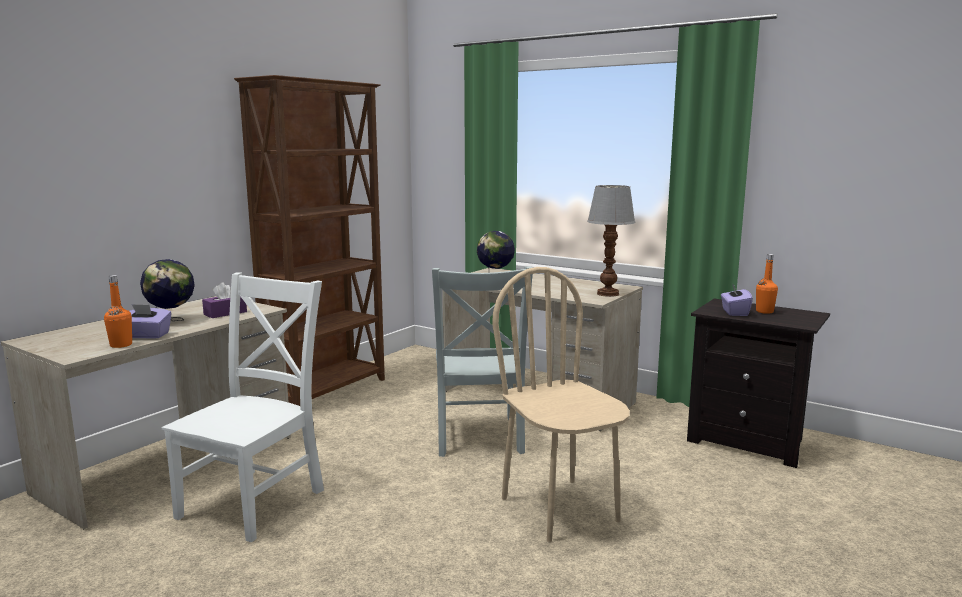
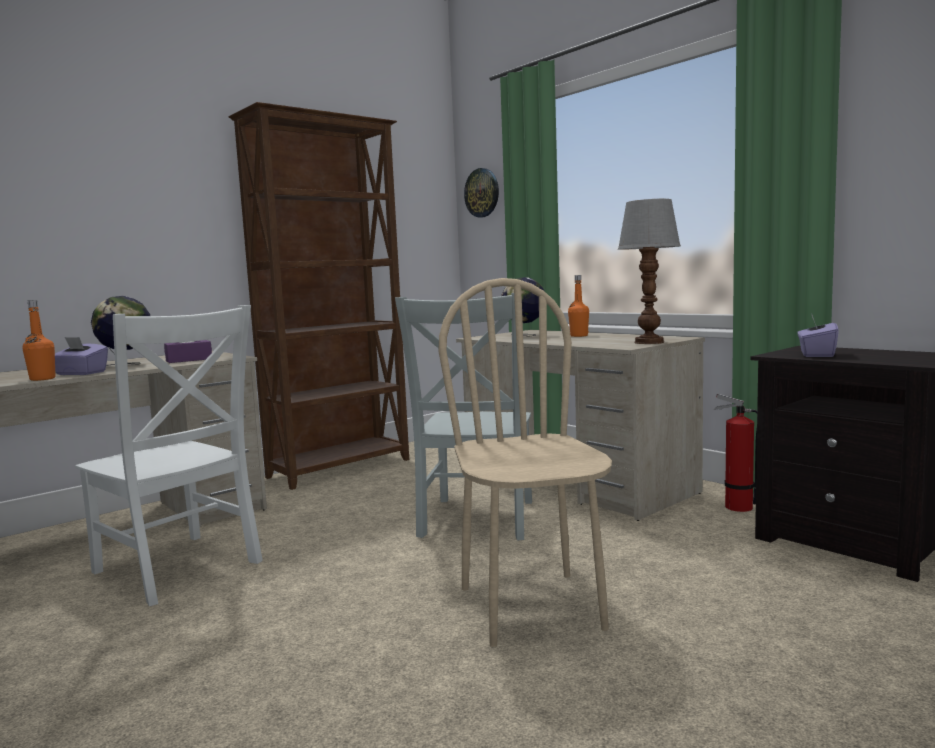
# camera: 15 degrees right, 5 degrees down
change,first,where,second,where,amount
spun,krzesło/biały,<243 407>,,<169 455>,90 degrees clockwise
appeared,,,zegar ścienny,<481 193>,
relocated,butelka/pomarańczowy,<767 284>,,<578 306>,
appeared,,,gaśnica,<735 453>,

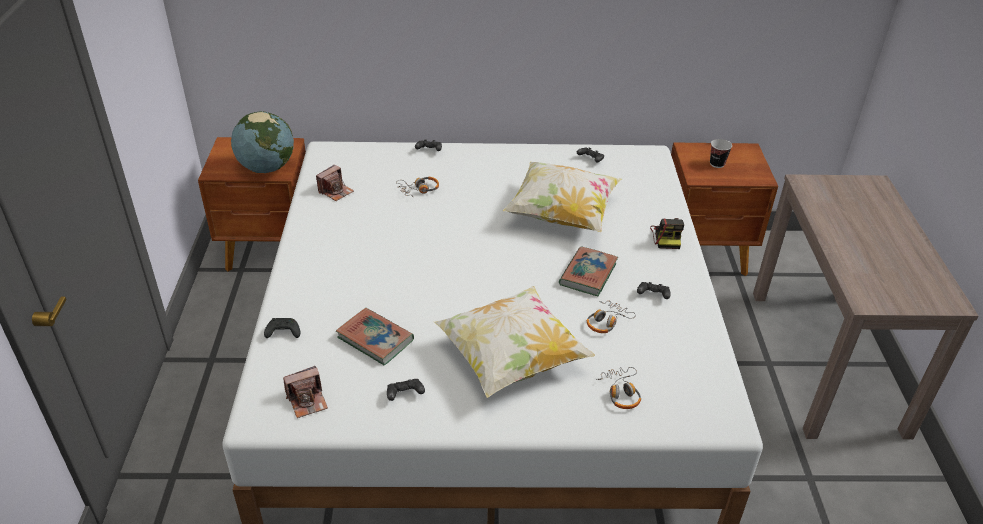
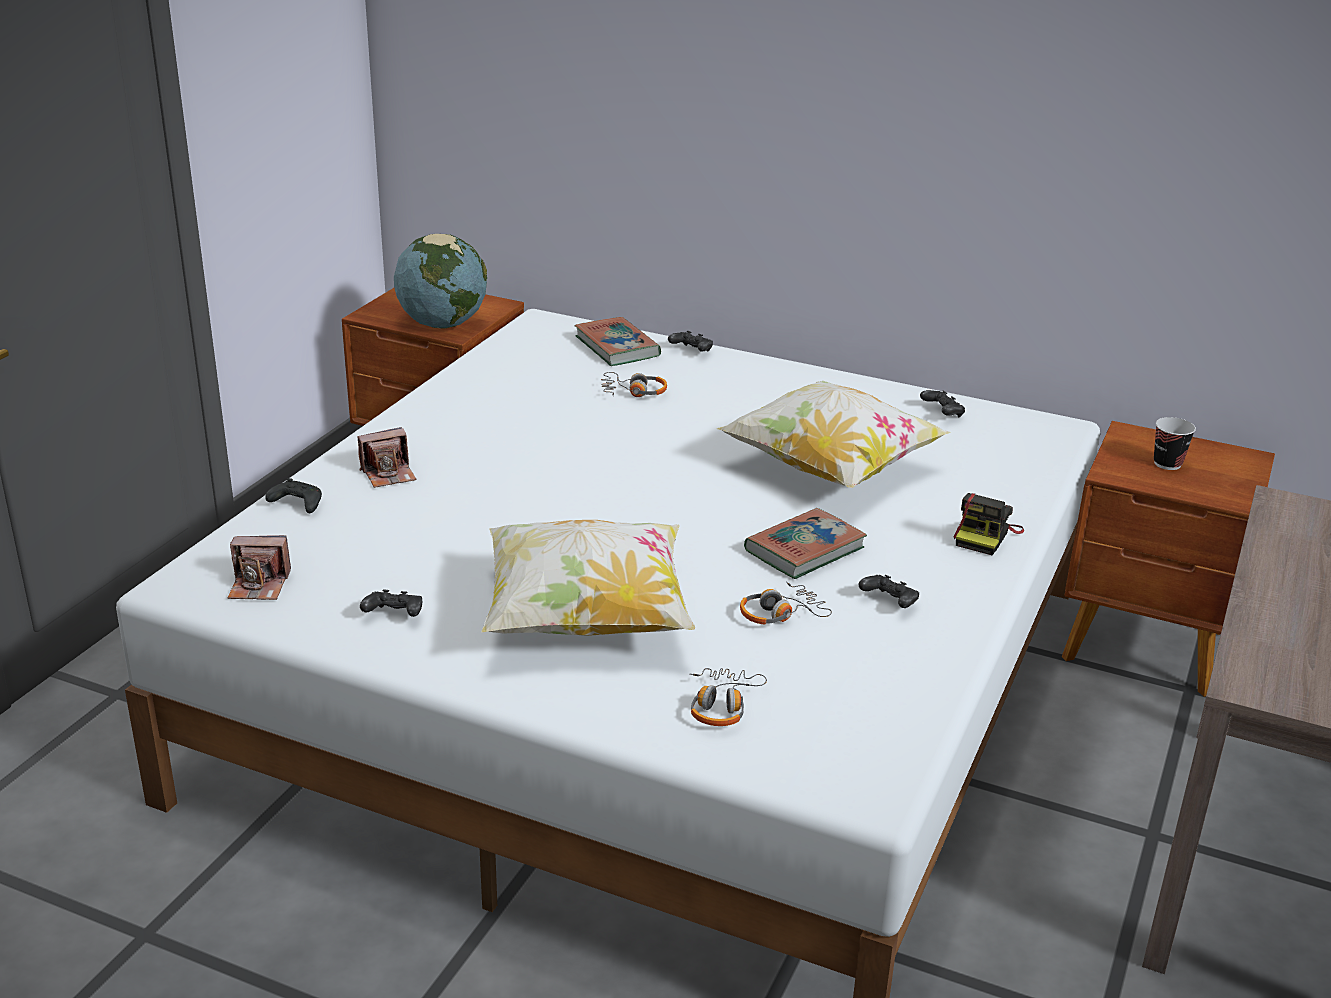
# camera: 25 degrees right, 10 degrees down
change,first,where,second,where,amount
relocated,aparat fotograficzny,<335 183>,,<387 457>,
relocated,książka,<375 337>,,<618 341>,

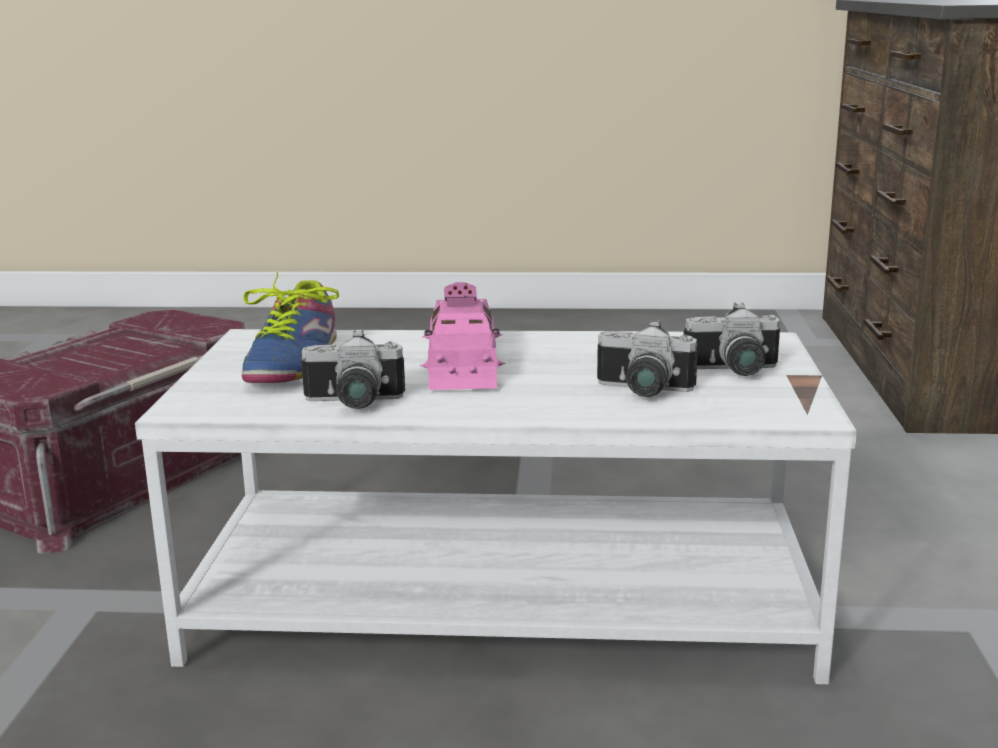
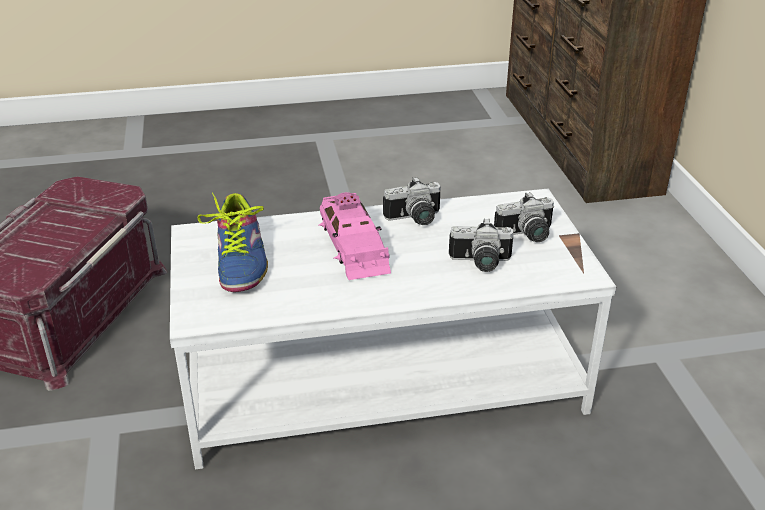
# camera: 15 degrees left, 15 degrees up
change,first,where,second,where,amount
relocated,aparat fotograficzny,<353 369>,,<412 201>,

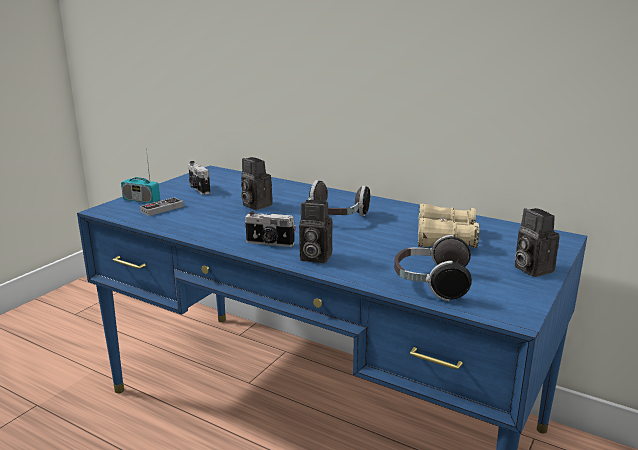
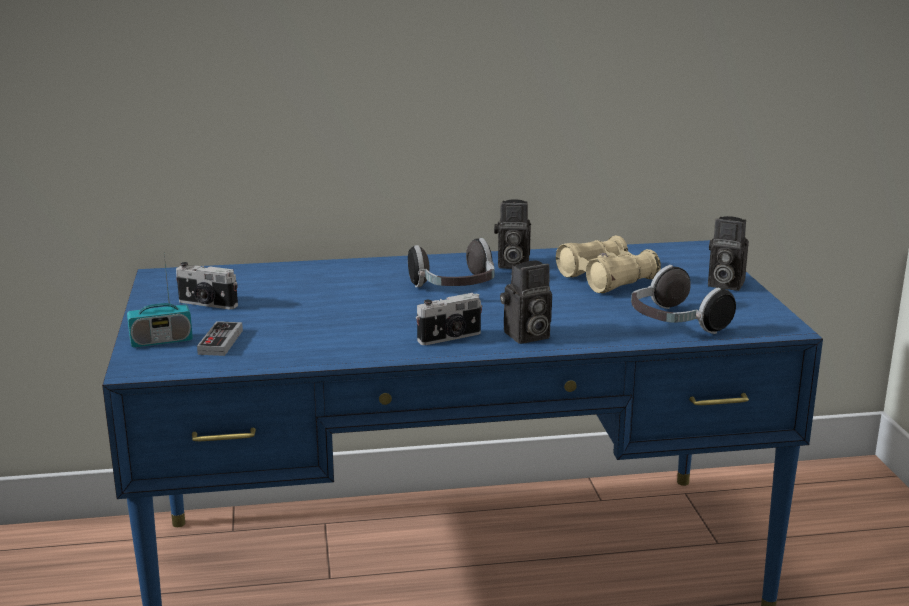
# camera: 40 degrees left, 0 degrees up
change,first,where,second,where,amount
relocated,aparat fotograficzny,<257 183>,,<512 234>,

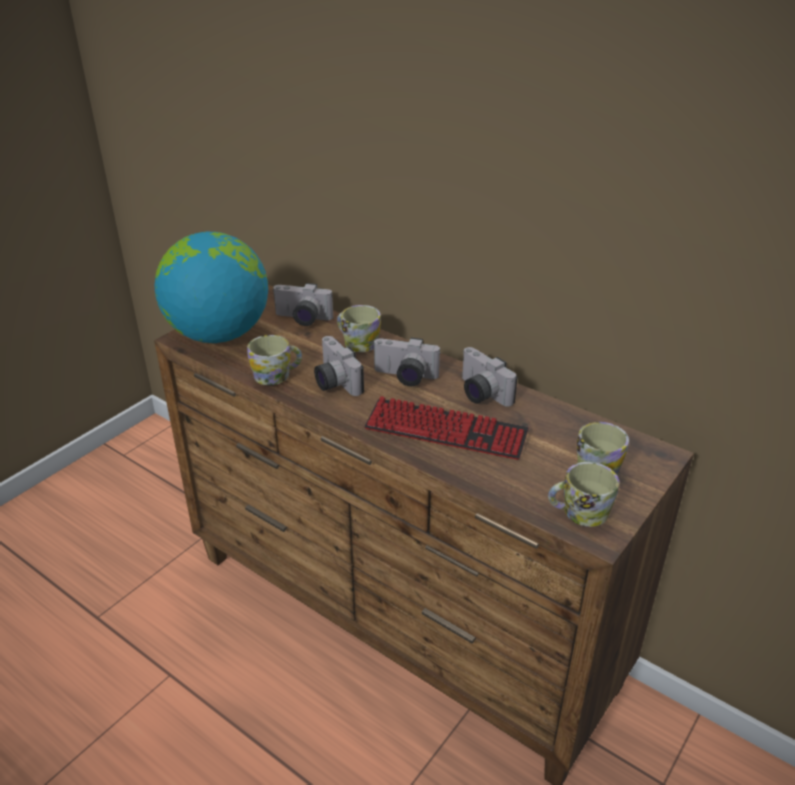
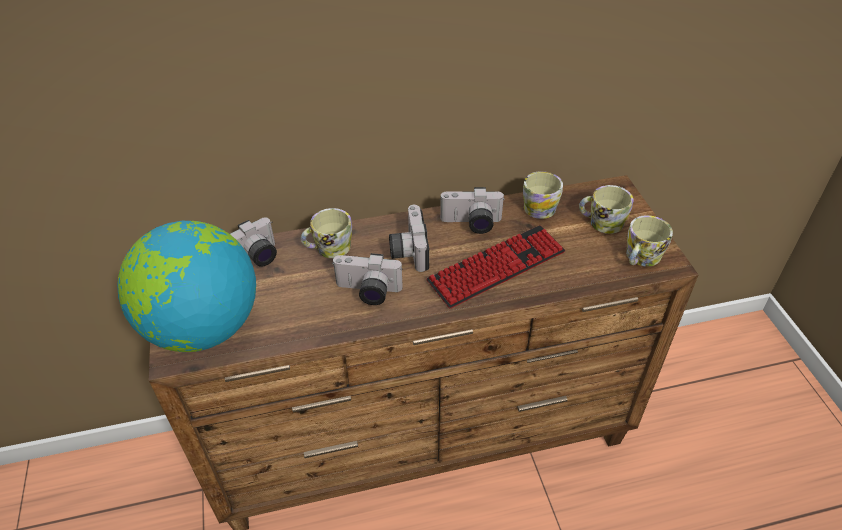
# camera: 50 degrees left, 10 degrees up
change,first,where,second,where,amount
spun,aparat fotograficzny,<406 362>,,<409 238>,120 degrees clockwise
relocated,kubek,<274 360>,,<543 195>,

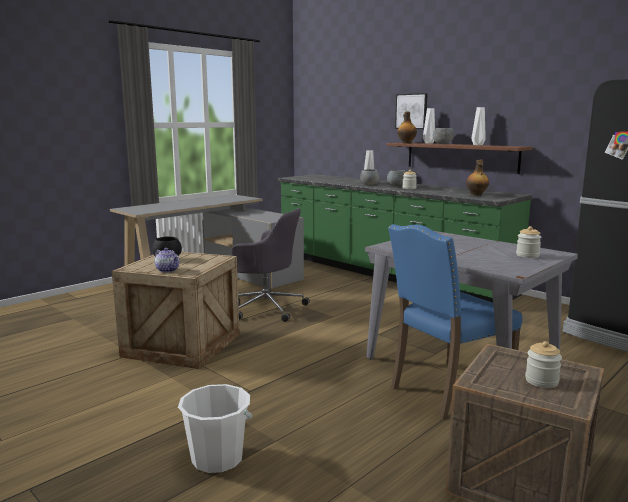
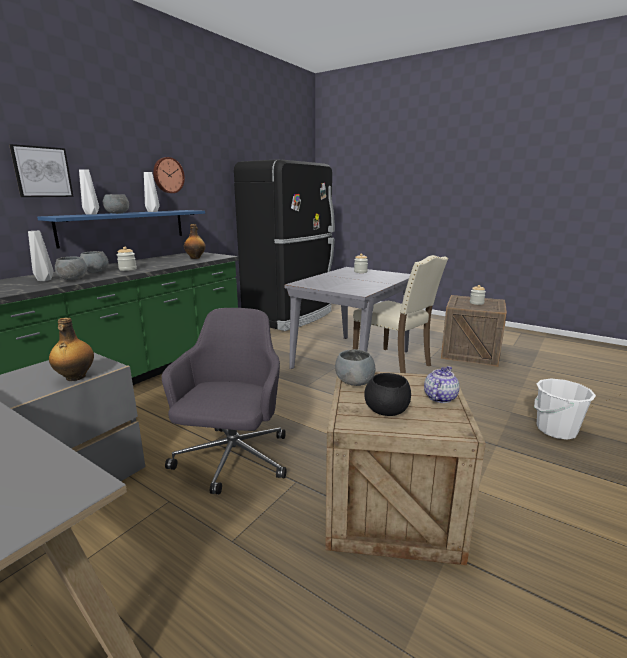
# camera: 100 degrees left, 5 degrees up
change,first,where,second,where,amount
colour,półka/brązowy,<459 158>,półka/niebieski,<121 229>,
relocated,butelka,<407 127>,,<71 349>,
appeared,,,zegar ścienny,<169 175>,
appeared,,,miska/szary,<355 367>,
colour,krzesło/niebieski,<455 321>,krzesło/beżowy,<400 314>,

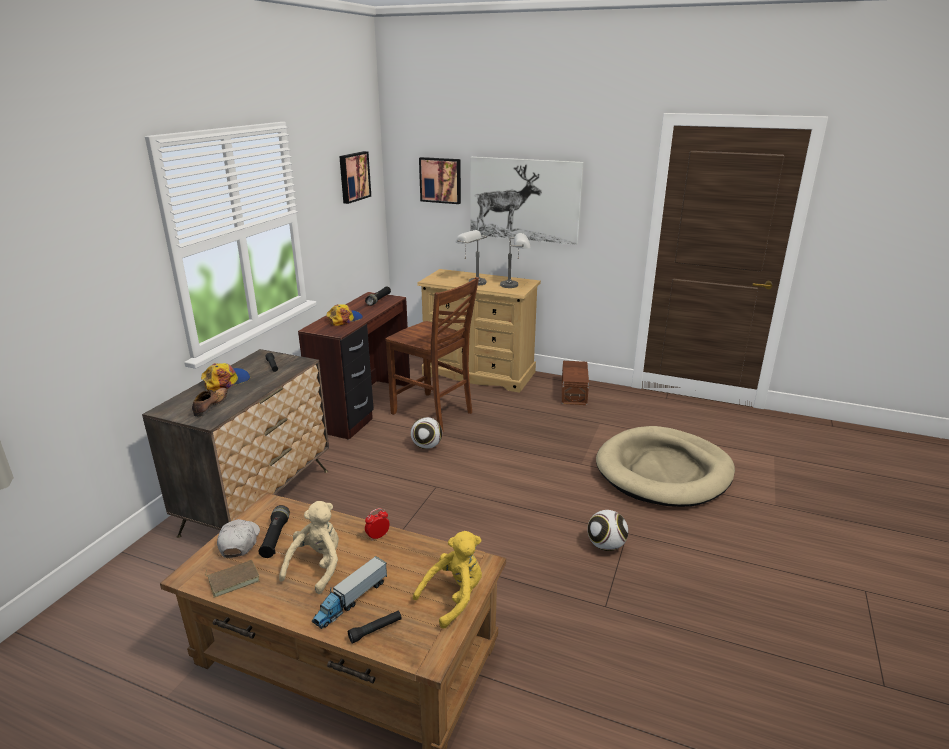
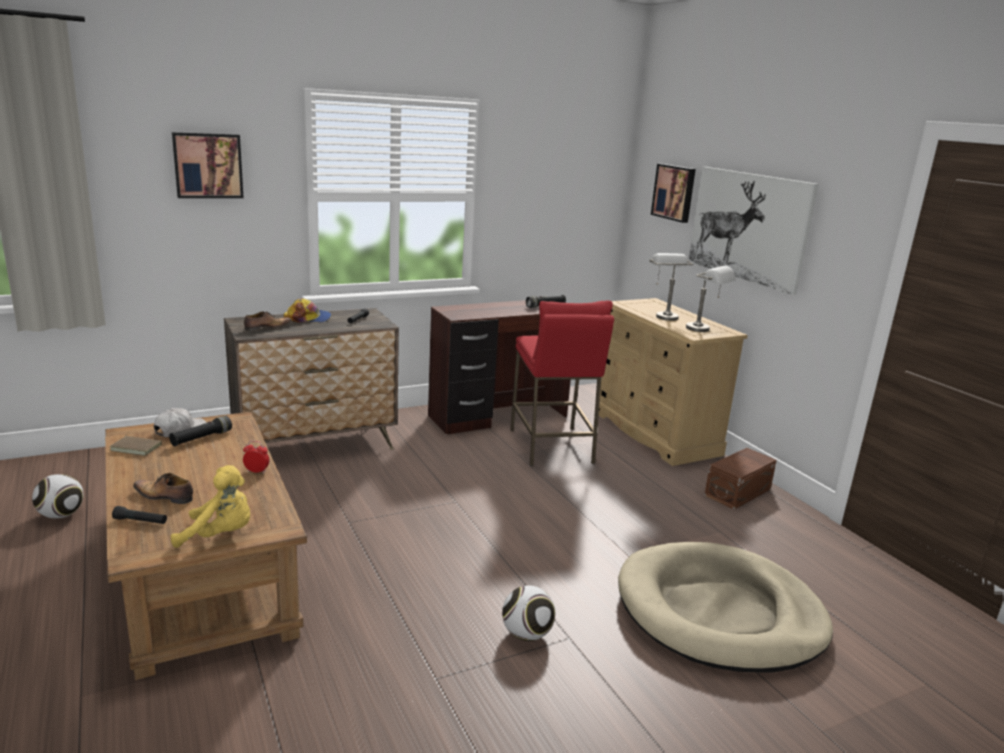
# camera: 40 degrees right, 5 degrees down
change,first,where,second,where,amount
relocated,piłka futbolowa,<426 433>,,<58 496>,
exchanged,ciężarówka zabawkowa,<349 592>,but,<163 488>,
relocated,obraz,<355 177>,,<208 165>,
exchanged,krzesło/brązowy,<432 354>,stołek/czerwony,<562 383>,
missing,pluszak/beżowy,<309 547>,,,
missing,czapka z daszkiem,<344 315>,,,

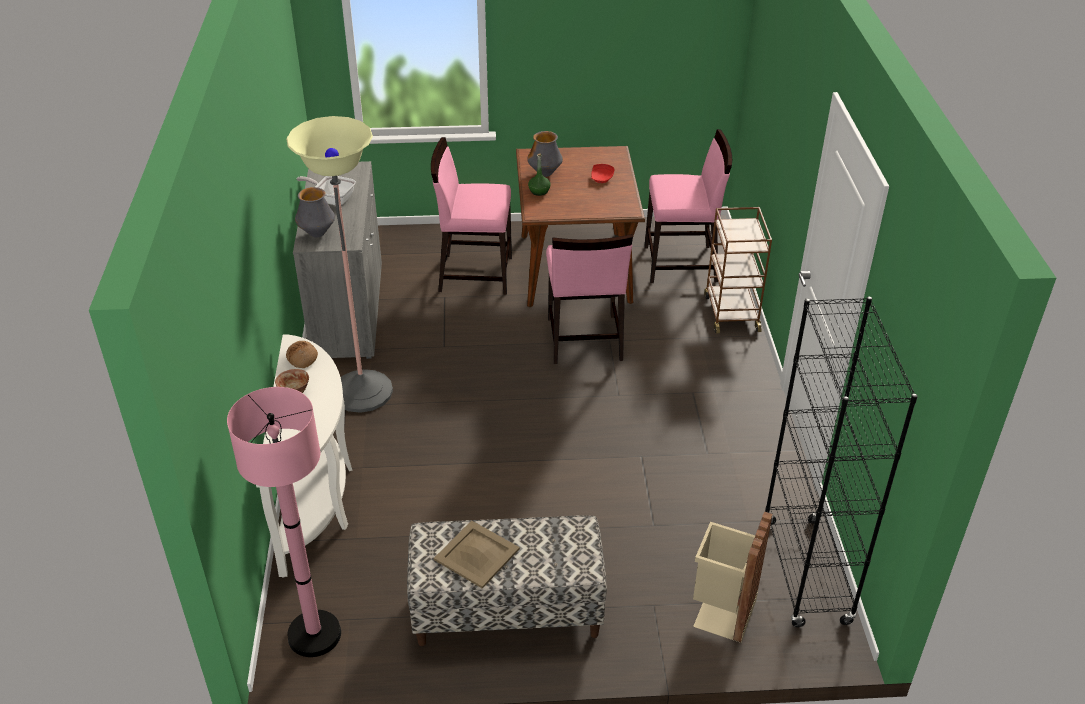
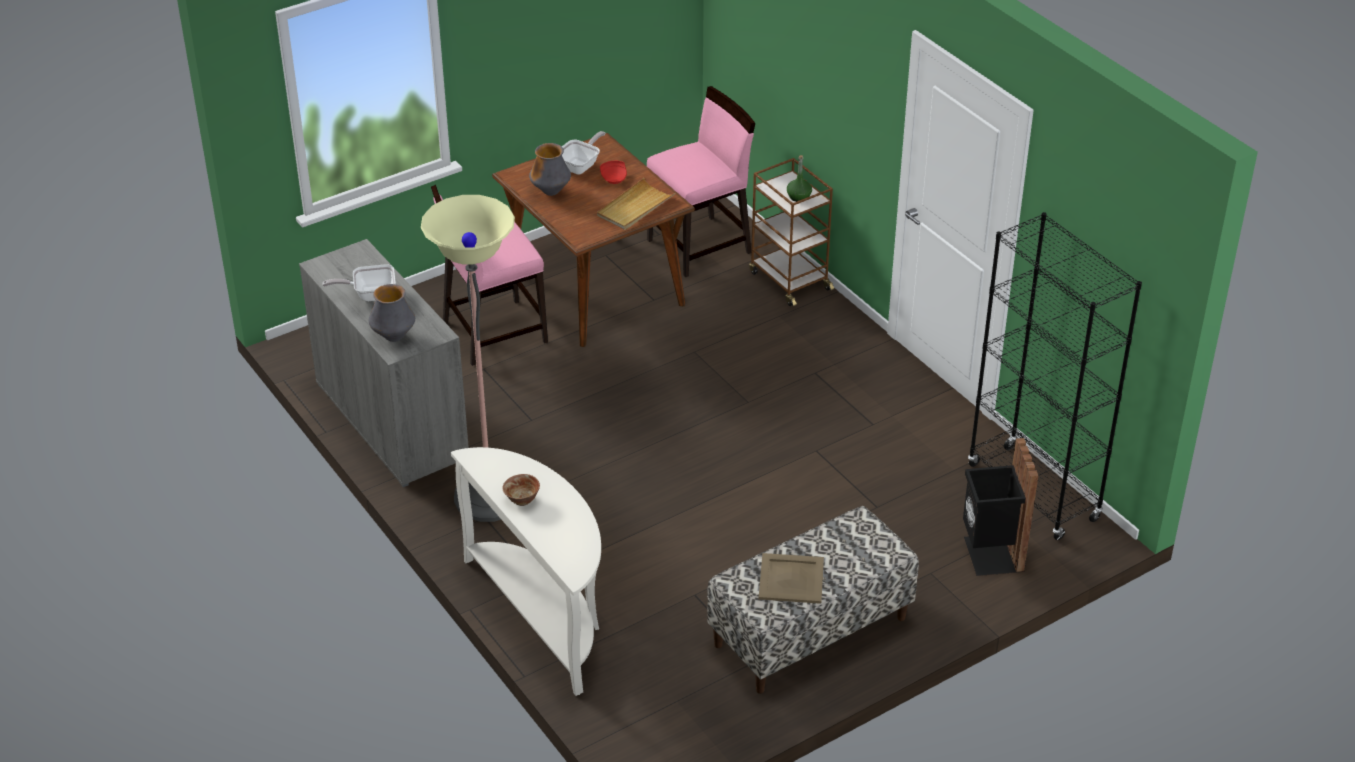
# camera: 30 degrees left, 0 degrees up
change,first,where,second,where,amount
appeared,,,patelnia,<583 153>,
appeared,,,taca/beżowy,<636 204>,
relocated,butelka/zielony,<539 175>,,<799 178>,
colour,kosz na śmieci/beżowy,<733 577>,kosz na śmieci/czarny,<1000 507>,
missing,lampa stojąca/różowy,<284 522>,,,
missing,chleb,<302 354>,,,
missing,krzesło/różowy,<589 299>,,,

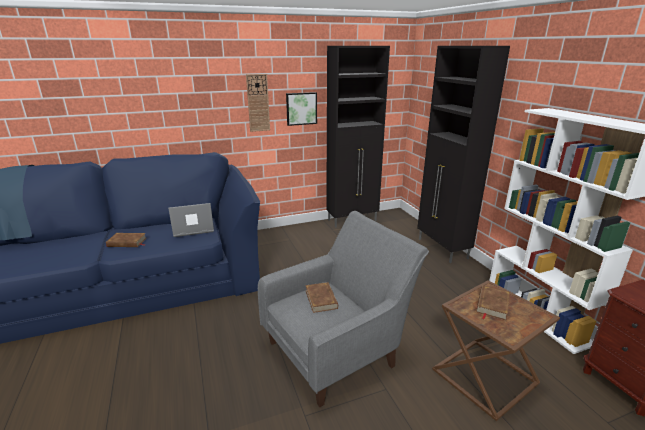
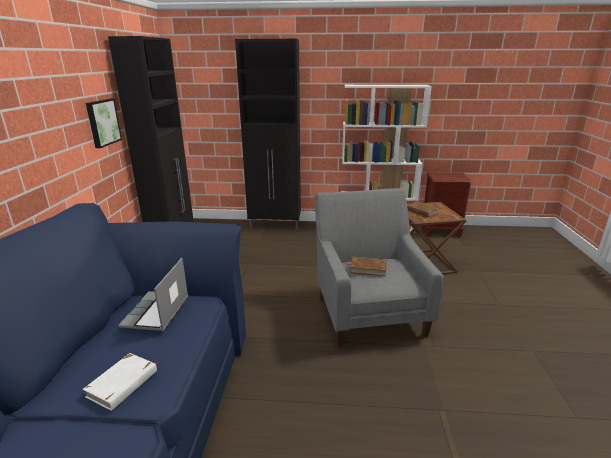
# camera: 65 degrees left, 0 degrees up
change,first,where,second,where,amount
colour,książka/brązowy,<126 240>,książka/biały,<120 382>,
missing,zegar ścienny,<258 103>,,,

